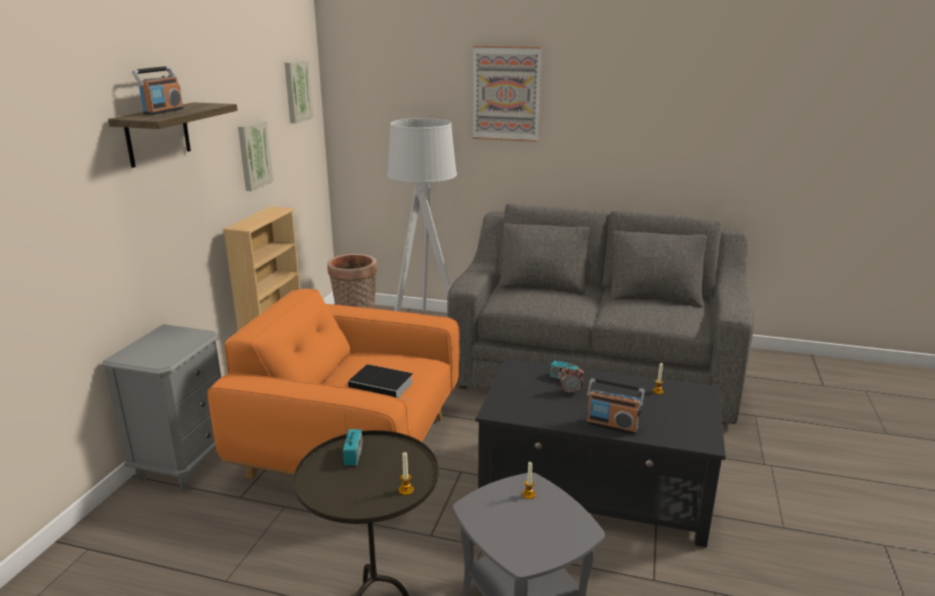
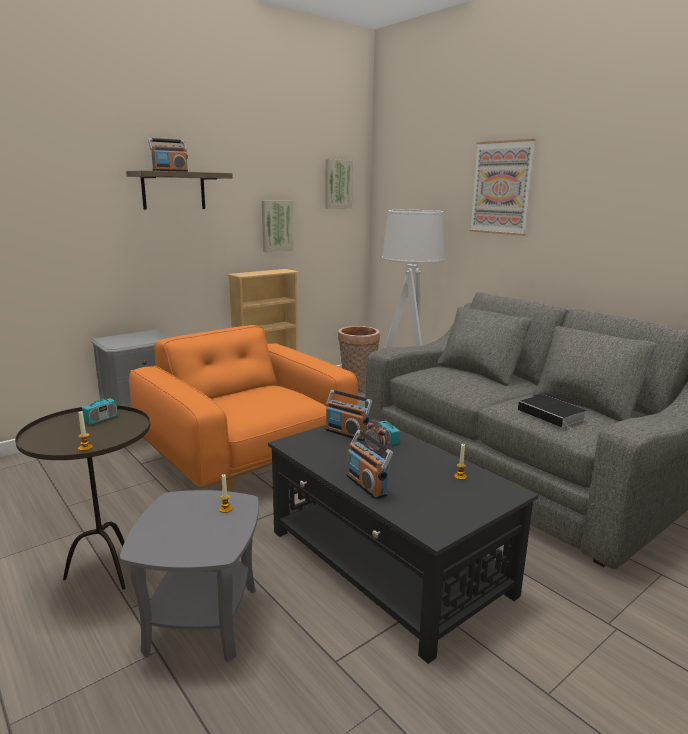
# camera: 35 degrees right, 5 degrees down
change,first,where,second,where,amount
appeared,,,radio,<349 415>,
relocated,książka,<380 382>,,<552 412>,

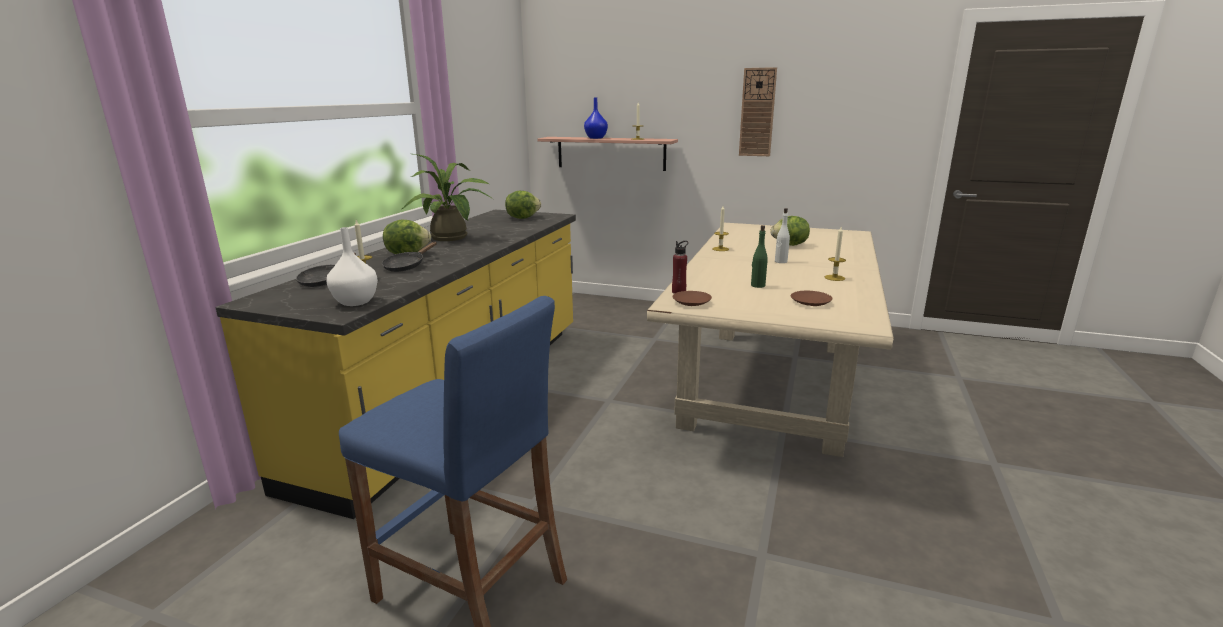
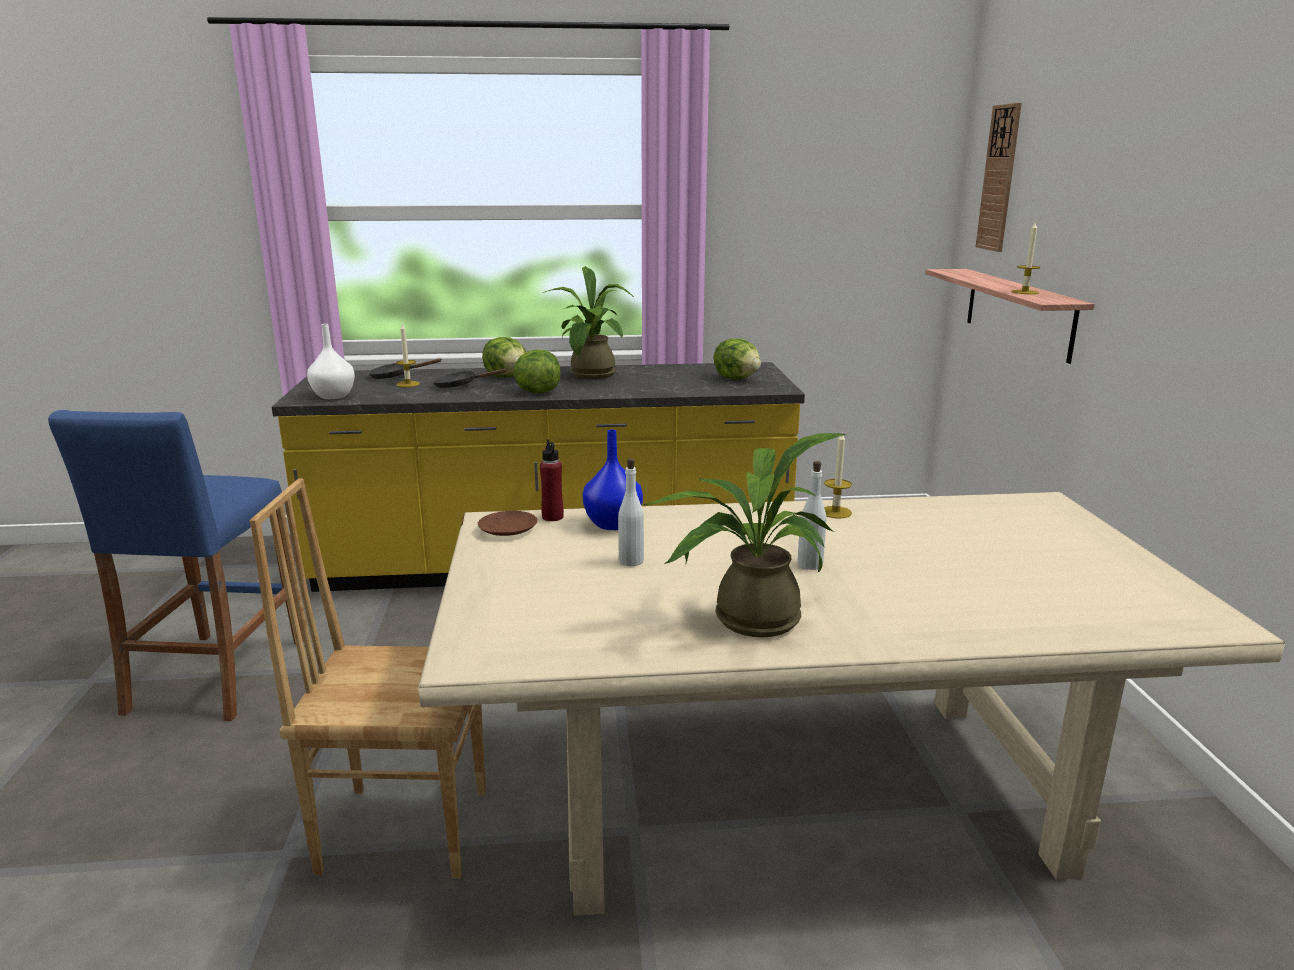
# camera: 65 degrees right, 0 degrees up
change,first,where,second,where,amount
appeared,,,krzesło/brązowy,<368 678>,
relocated,sałata,<790 231>,,<537 371>,
relocated,wazon/niebieski,<596 118>,,<613 480>,
colour,butelka/zielony,<759 256>,butelka/biały,<631 512>,
exchanged,świeca,<835 254>,roślina doniczkowa,<744 535>,
relocated,zegar ścienny,<758 111>,,<999 177>,
missing,talerz/brązowy,<811 298>,,,

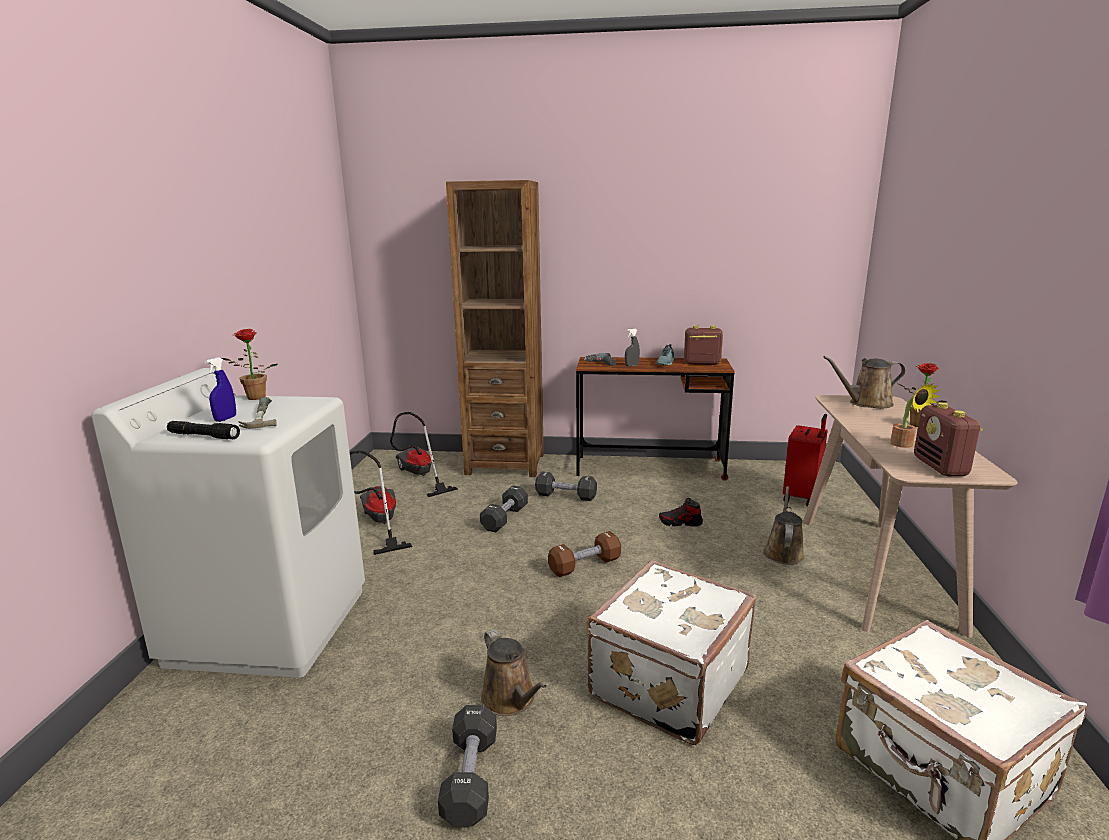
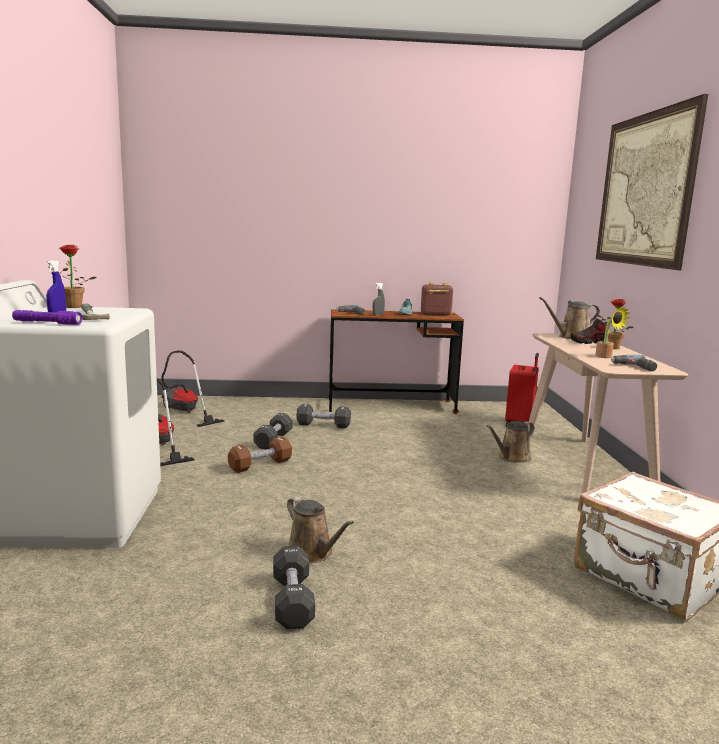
# camera: 10 degrees left, 5 degrees down
change,first,where,second,where,amount
colour,latarka/czarny,<203 430>,latarka/fioletowy,<47 317>,
relocated,hantel/brązowy,<584 554>,,<260 455>,
spun,konewka/brązowy,<784 525>,,<510 441>,135 degrees counterclockwise
relocated,but,<681 512>,,<588 331>,
appeared,,,obraz,<652 182>,
exchanged,radio,<948 439>,wiertarka,<634 363>,
missing,regał/brązowy,<495 328>,,,
missing,walizka/biały,<671 652>,,,

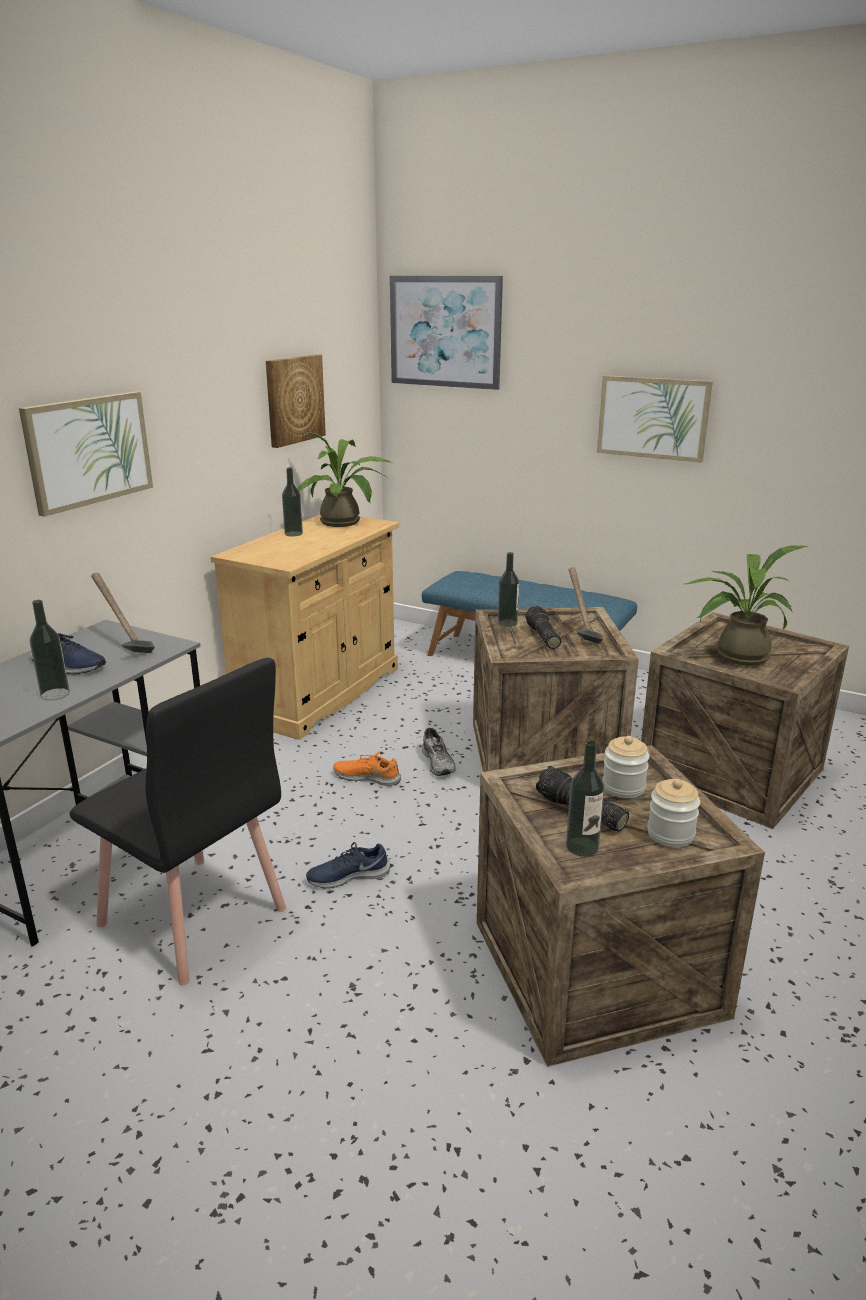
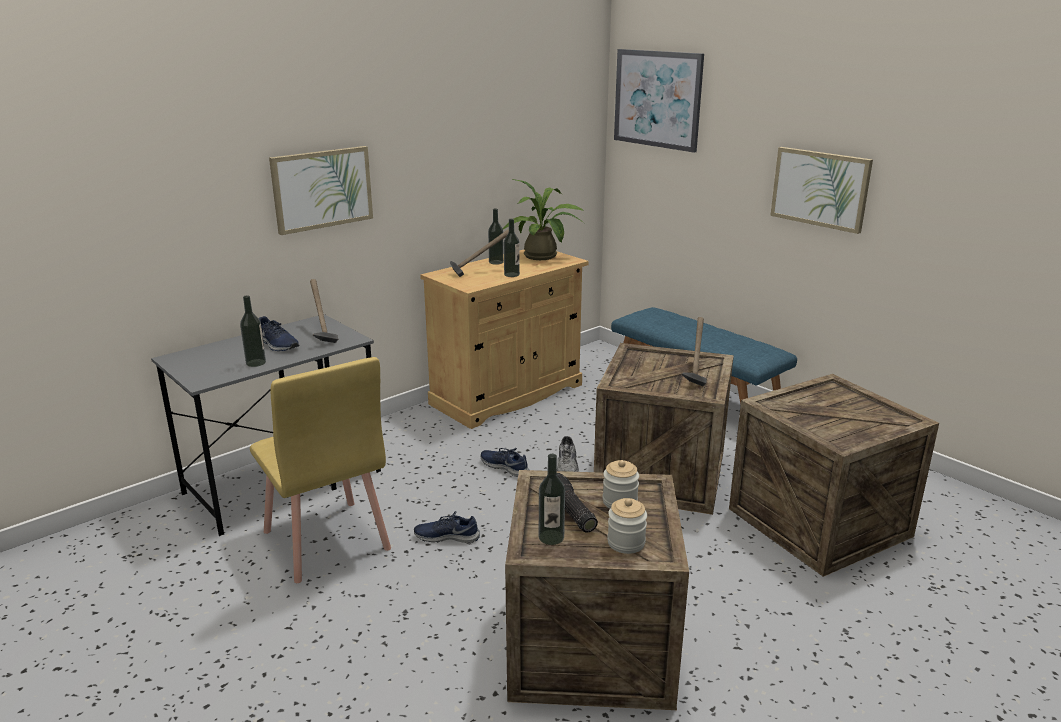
# camera: 20 degrees right, 0 degrees up
change,first,where,second,where,amount
colour,krzesło/czarny,<177 821>,krzesło/żółty,<320 470>,
appeared,,,młotek,<479 253>,
colour,but/pomarańczowy,<367 769>,but/niebieski,<505 462>,
relocated,butelka,<508 589>,,<512 248>,
missing,obraz,<296 401>,,,
missing,latarka,<543 627>,,,
missing,roślina doniczkowa,<746 606>,,,

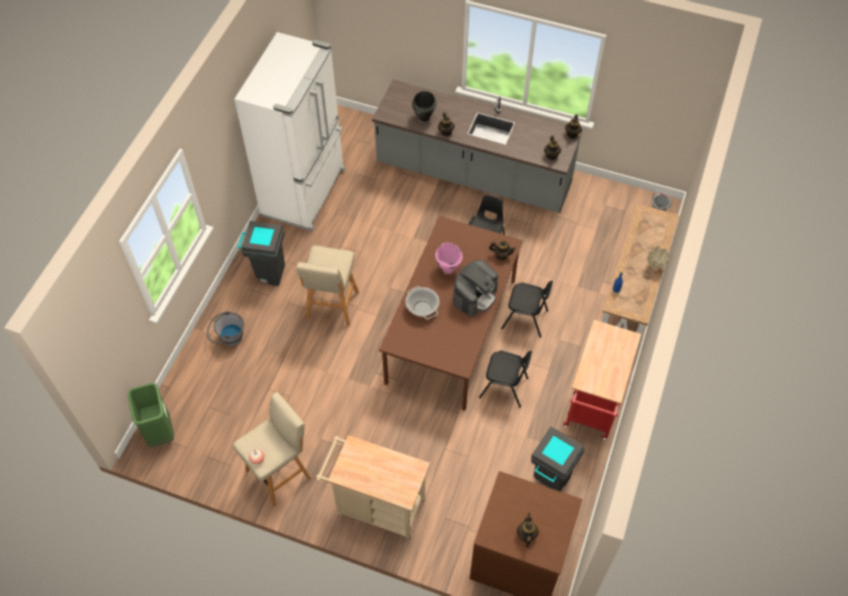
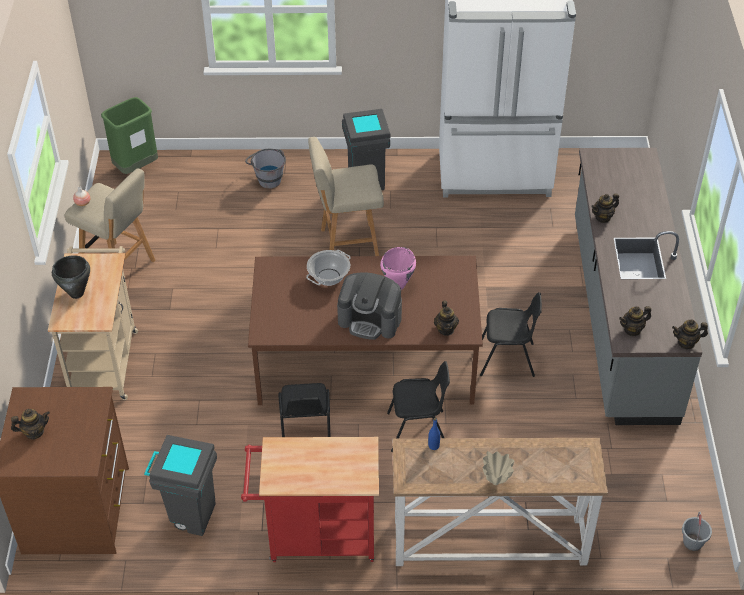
# camera: 70 degrees right, 10 degrees down
change,first,where,second,where,amount
relocated,garnek/czarny,<424 106>,,<71 277>,
spun,krzesło/czarny,<527 309>,,<418 406>,90 degrees counterclockwise

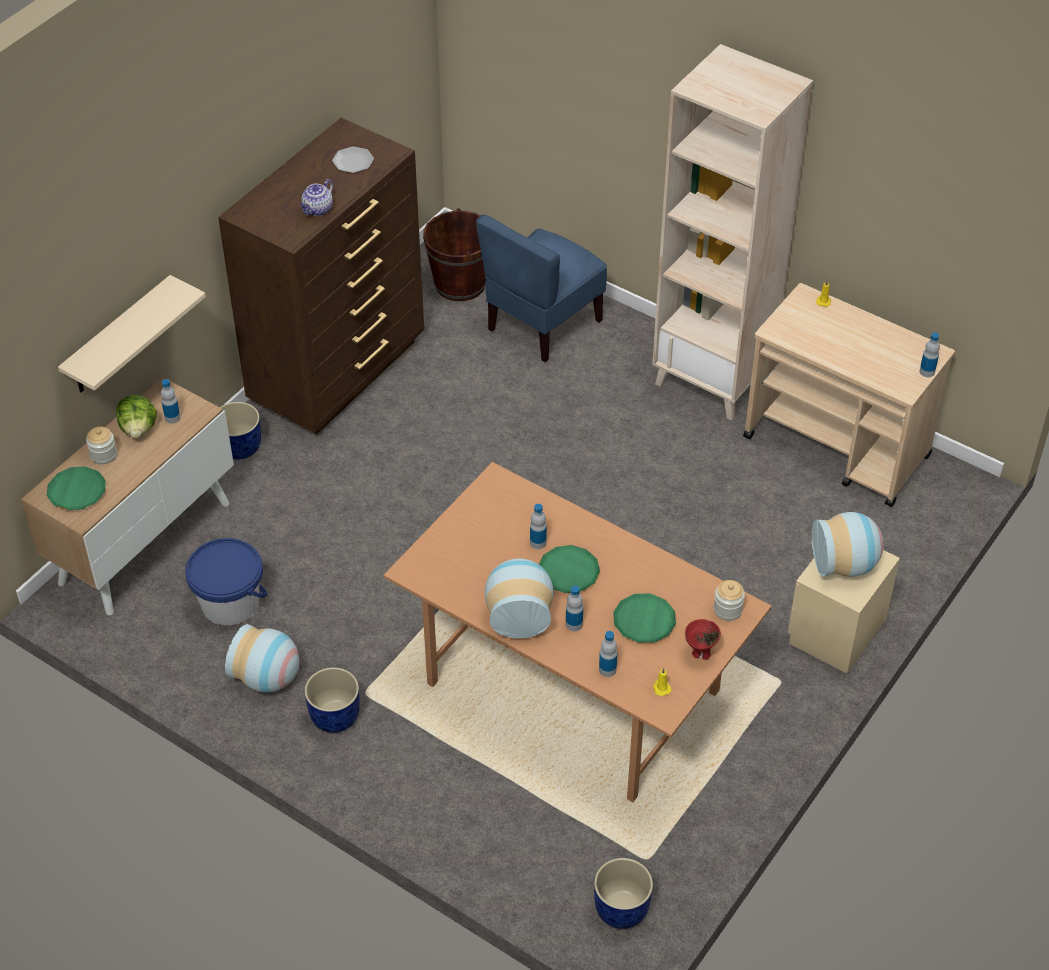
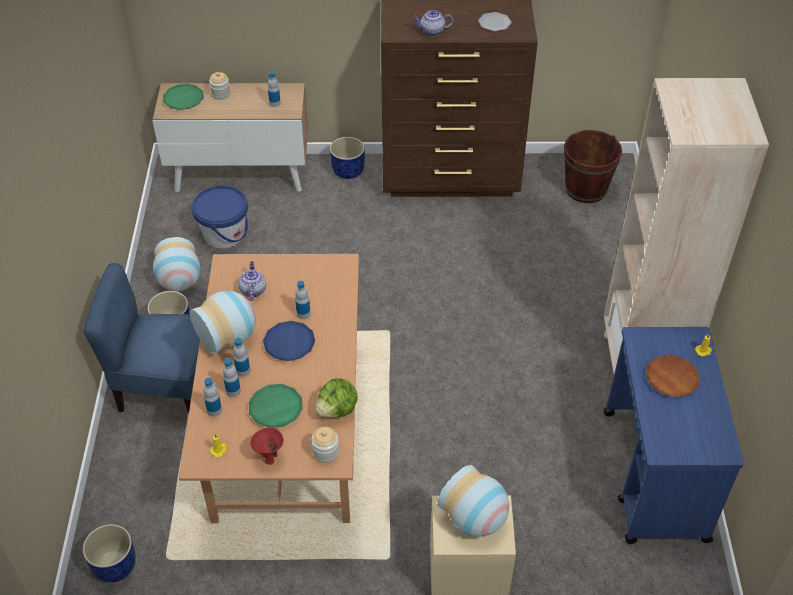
# camera: 55 degrees right, 0 degrees up
change,first,where,second,where,amount
relocated,krzesło/niebieski,<541 288>,,<142 338>,
relocated,butelka,<929 354>,,<232 377>,
appeared,,,imbryk,<252 281>,
colour,talerz/zielony,<569 569>,talerz/niebieski,<289 341>,
relocated,sałata,<136 416>,,<336 398>,
colour,wózek/beżowy,<849 395>,wózek/niebieski,<674 435>,
appeared,,,talerz/brązowy,<673 376>,
missing,półka/beżowy,<132 333>,,,

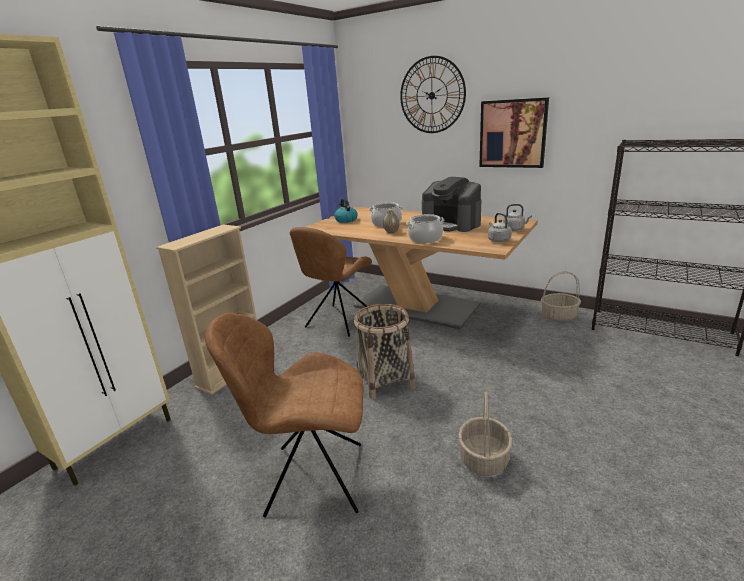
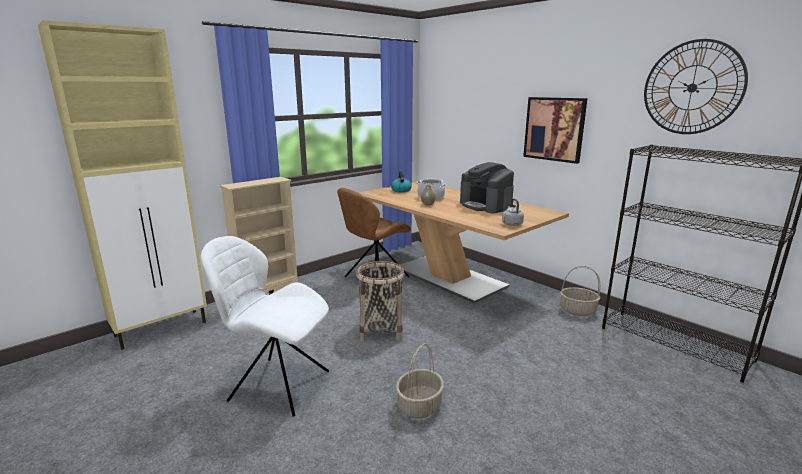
# camera: 15 degrees right, 5 degrees down
change,first,where,second,where,amount
colour,krzesło/brązowy,<284 415>,krzesło/biały,<265 326>,
relocated,zegar ścienny,<433 94>,,<696 86>,
missing,garnek,<425 228>,,,
missing,czajnik/szary,<517 217>,,,

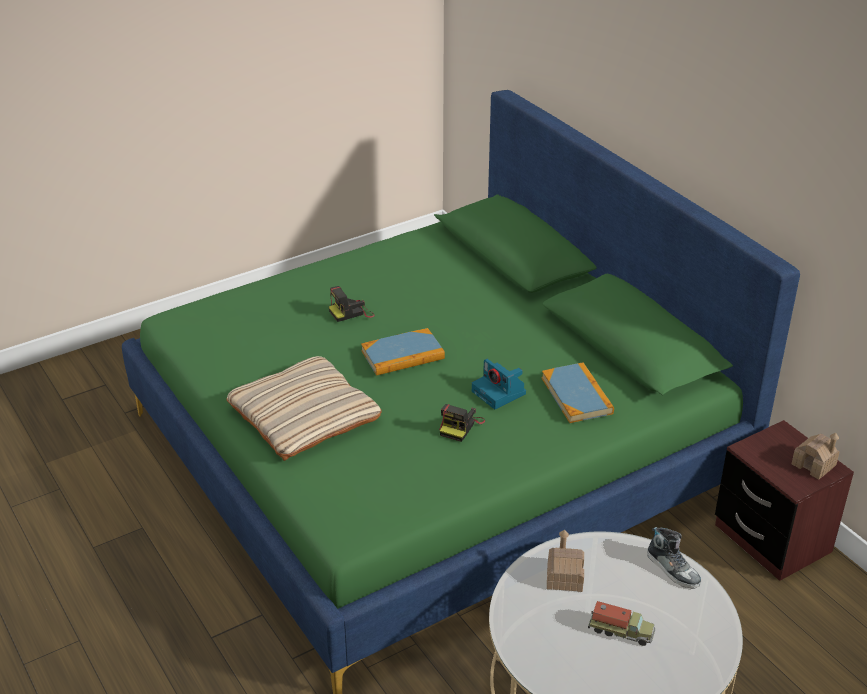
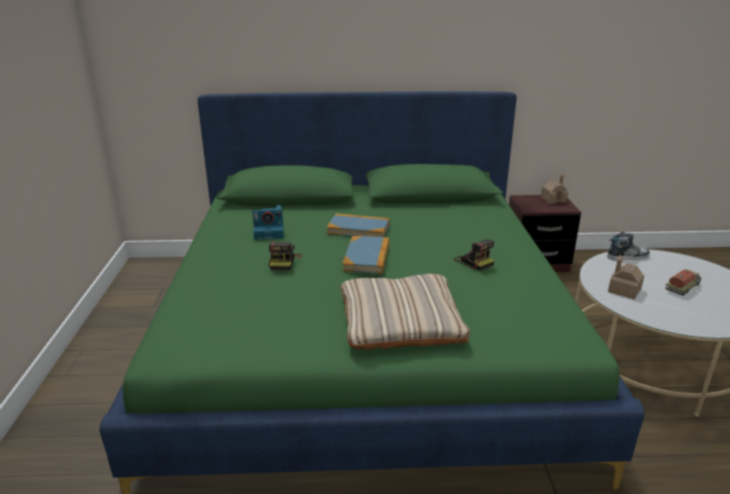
# camera: 60 degrees left, 10 degrees down
change,first,where,second,where,amount
relocated,aparat fotograficzny,<499 384>,,<268 222>,
relocated,książka,<578 392>,,<358 225>,

